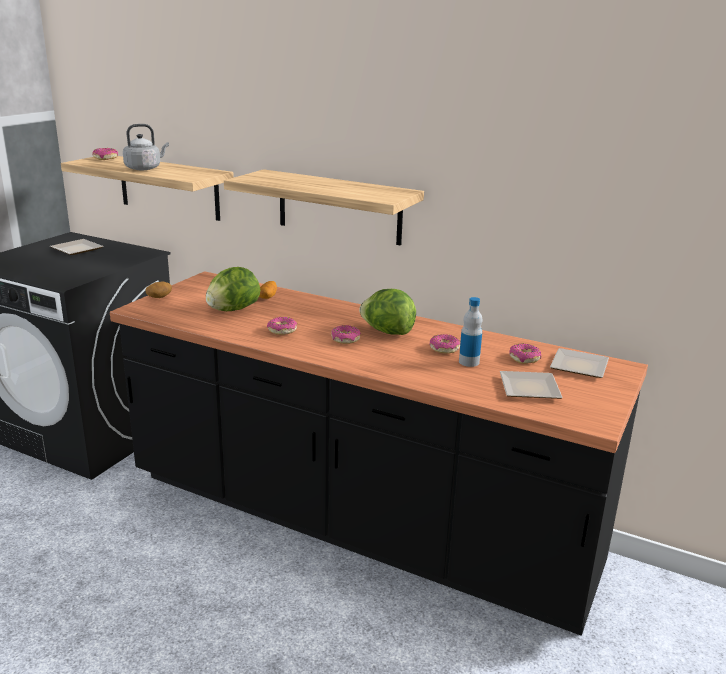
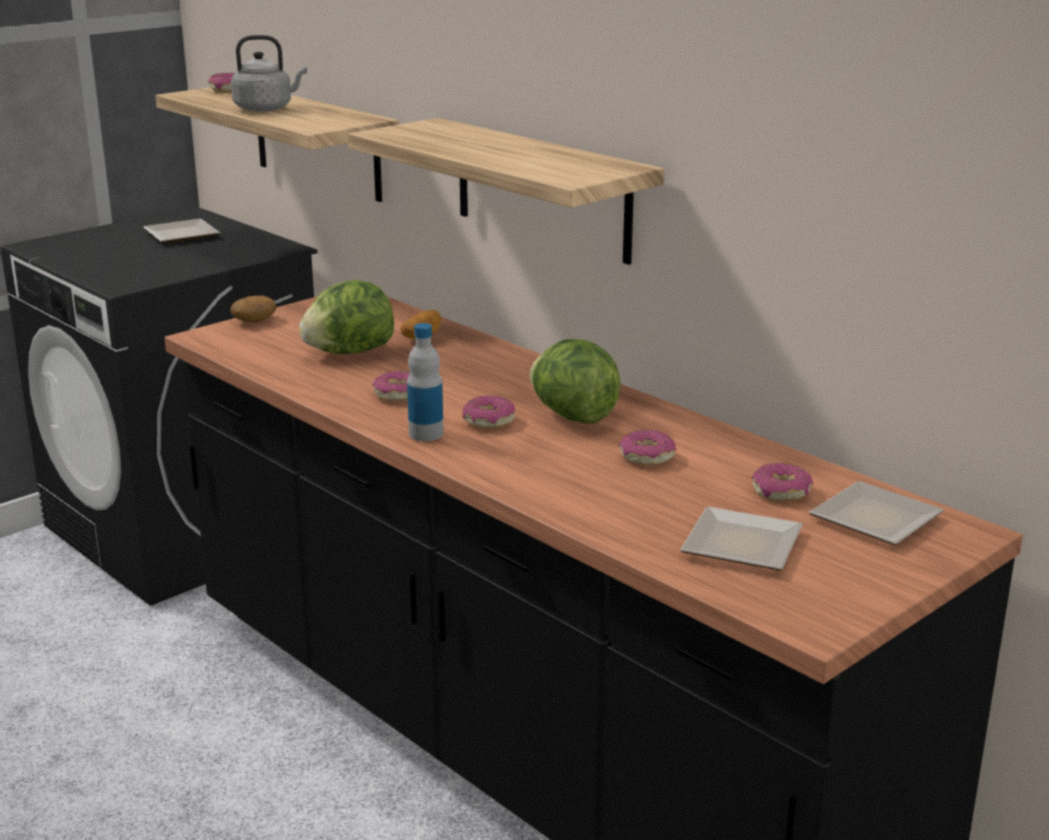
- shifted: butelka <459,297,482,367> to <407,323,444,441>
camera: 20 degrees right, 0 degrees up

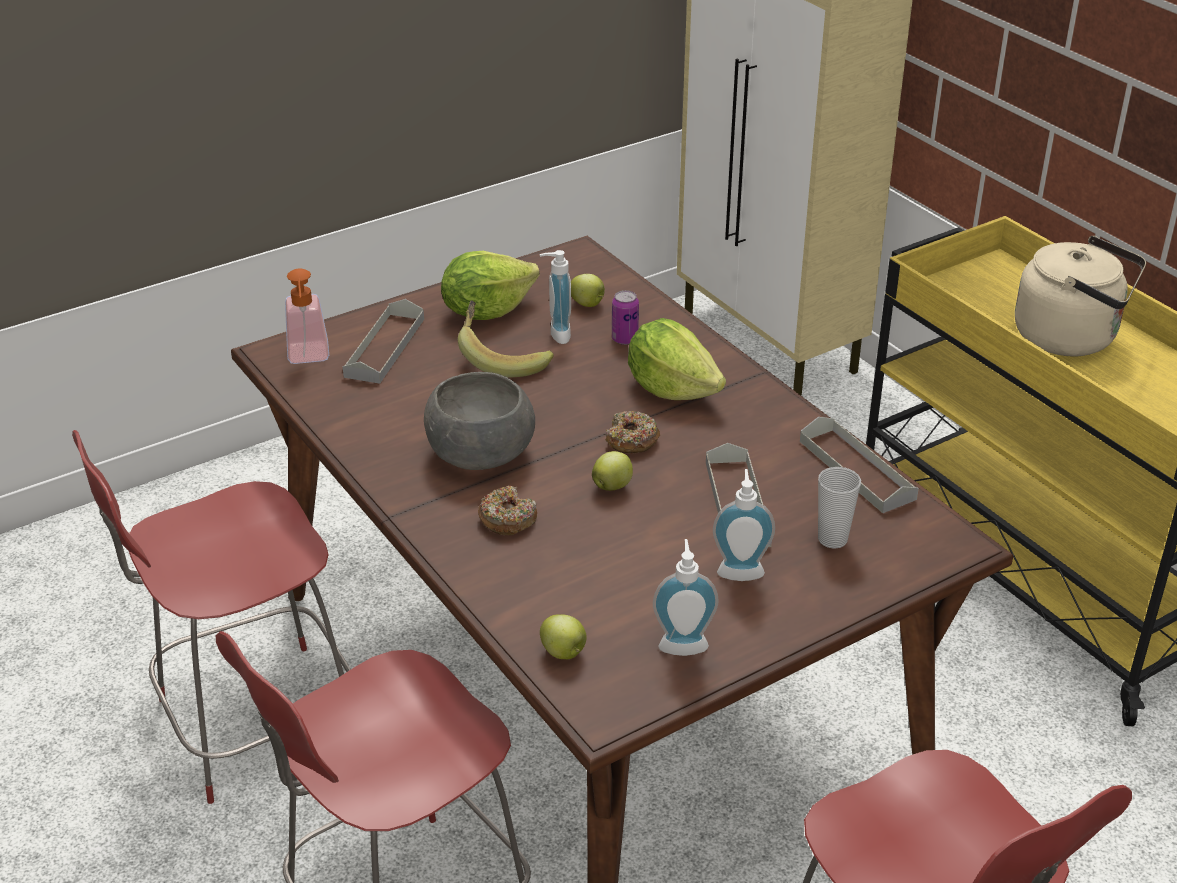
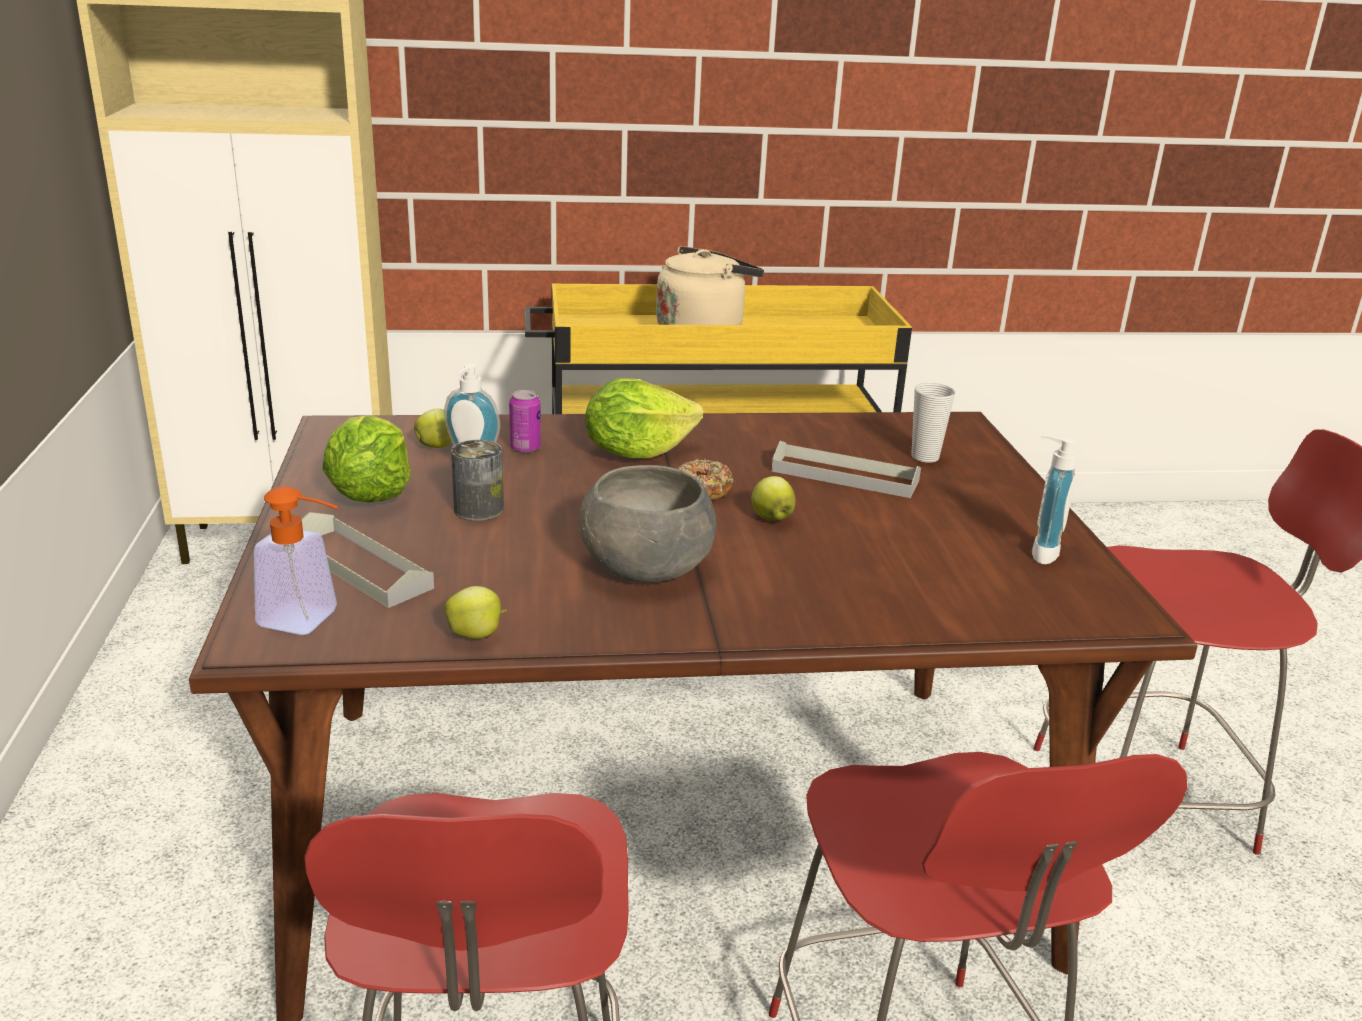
- swapped: banan <458,300,554,378> to puszka <451,440,504,521>
- gone: donut <478,486,537,536>
- shifted: jabłko <540,614,587,659> to <444,586,507,639>
- gone: dozownik mydła <713,469,775,581>
- gone: taca (szary) <800,417,919,513>
camera: 65 degrees left, 10 degrees down

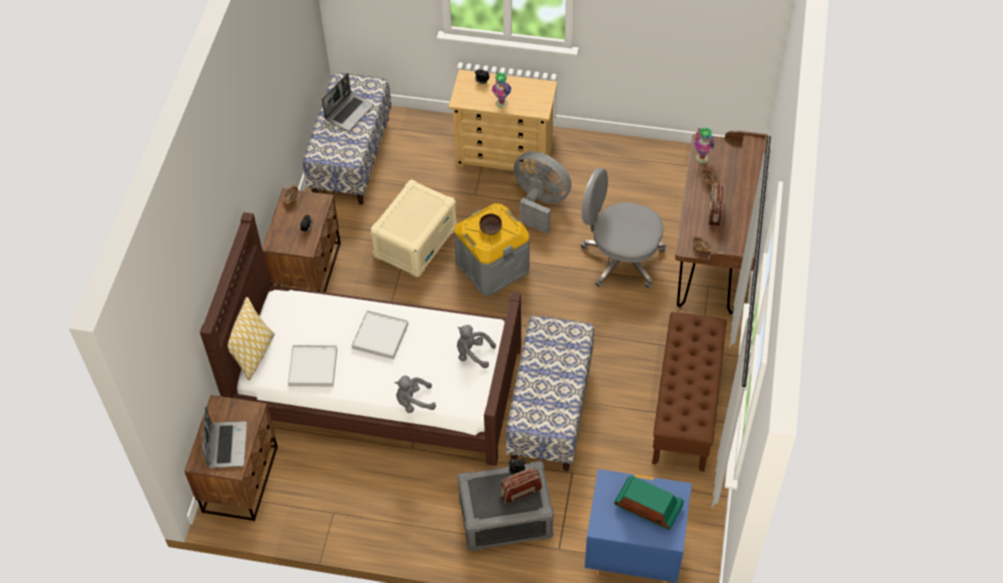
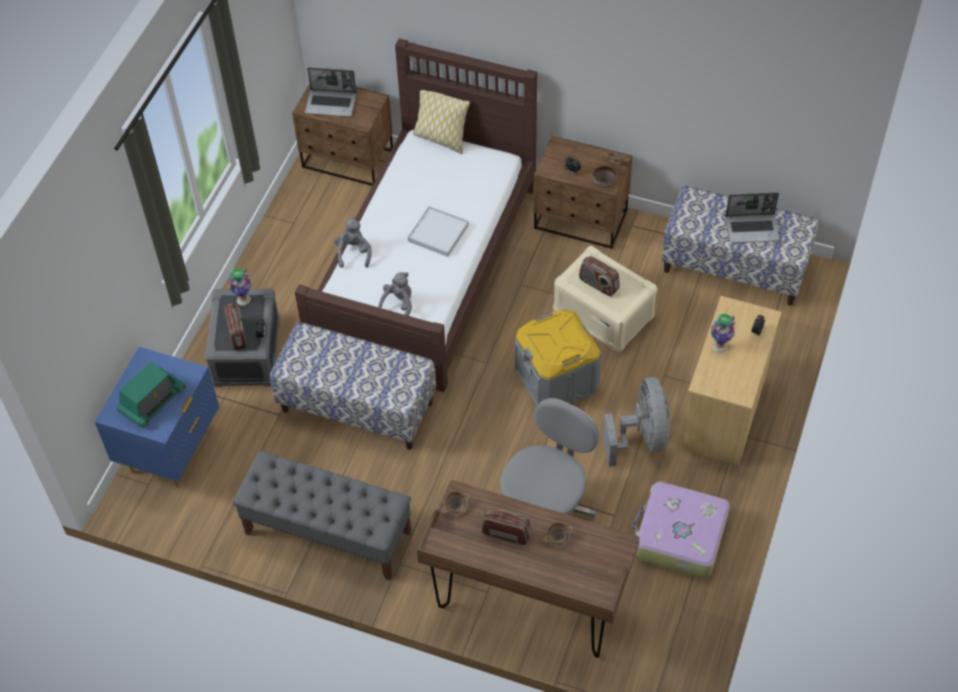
- gone: taca (biały) <288,345,337,387>
- rotated: laptop <322,73,374,131> = <725,193,780,243> 45 degrees counterclockwise
- shifted: miska (brązowy) <480,214,502,235> to <593,166,617,188>
- rotated: wentylator (szary) <514,151,571,234> = <603,377,671,467> 45 degrees counterclockwise
- repainted: ławka (brązowy) <652,312,726,472> to ławka (szary) <233,451,411,580>
- shifted: wazon <694,128,714,163> to <228,268,251,306>
- new: radio <579,256,620,297>
- new: walizka <632,481,730,578>
camera: 100 degrees right, 0 degrees up

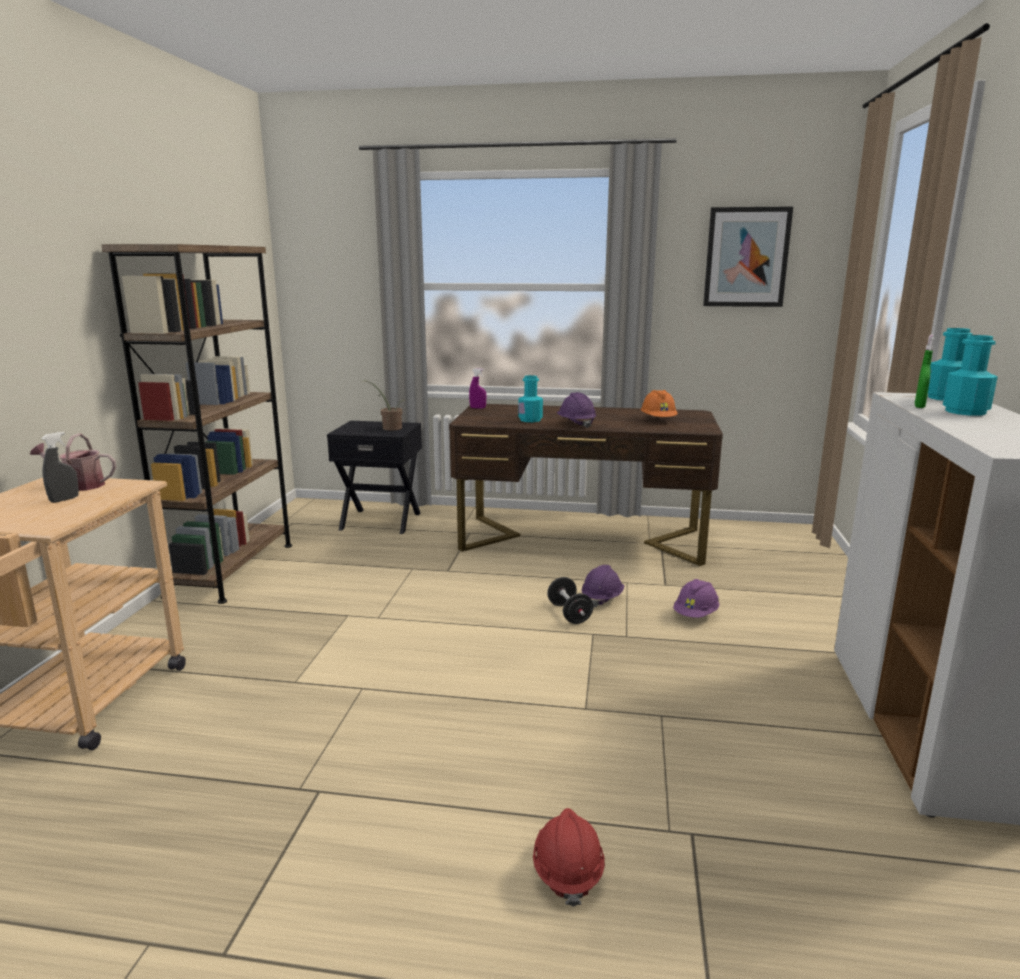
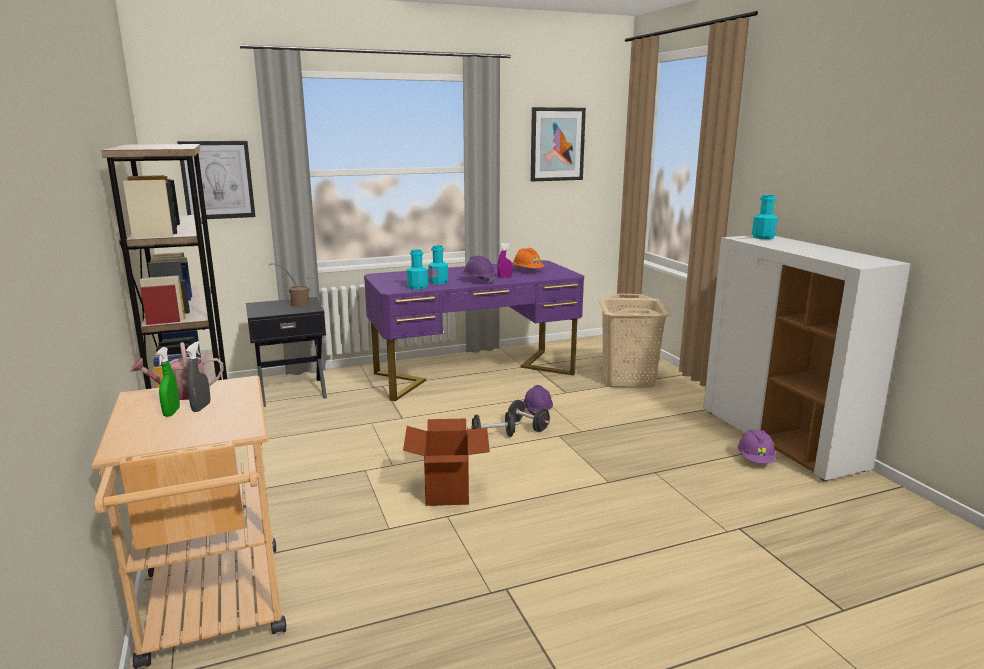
- repainted: biurko (brązowy) <449,404,723,566> to biurko (fioletowy) <364,260,584,401>
- shifted: spryskiwacz (fioletowy) <469,368,486,409> to <497,243,512,278>
- gone: kask (czerwony) <533,808,605,907>
- shifted: kask (fioletowy) <673,579,719,618> to <738,429,776,463>
- shifted: spryskiwacz (zielony) <915,334,934,408> to <156,347,180,417>
- shifted: butelka (turkusowy) <943,335,998,416> to <407,249,428,290>
- new: obraz <177,141,255,219>
- new: karton <403,418,490,506>
- new: hantel (czarny) <467,412,519,437>
- new: kosz na pranie (beżowy) <599,294,671,388>
camera: 30 degrees left, 0 degrees up

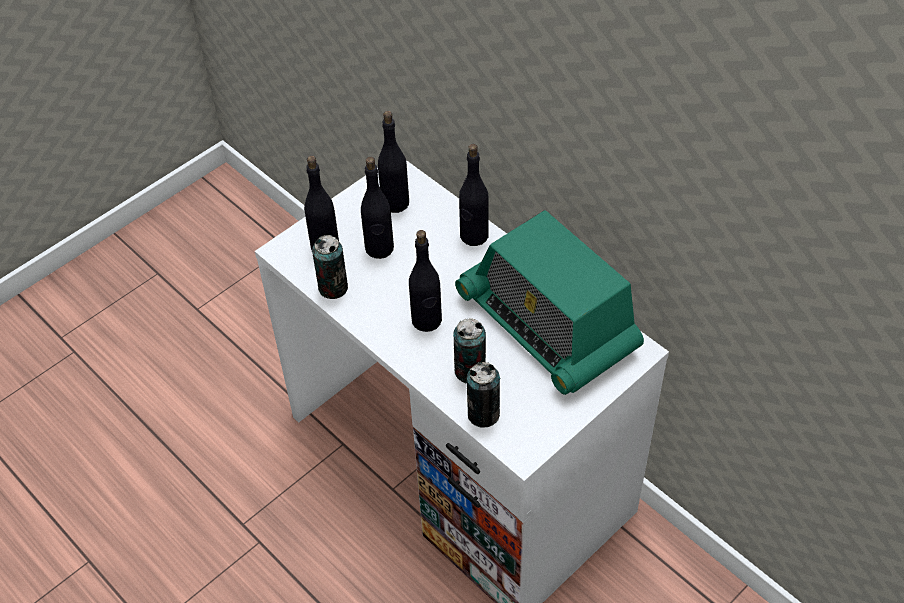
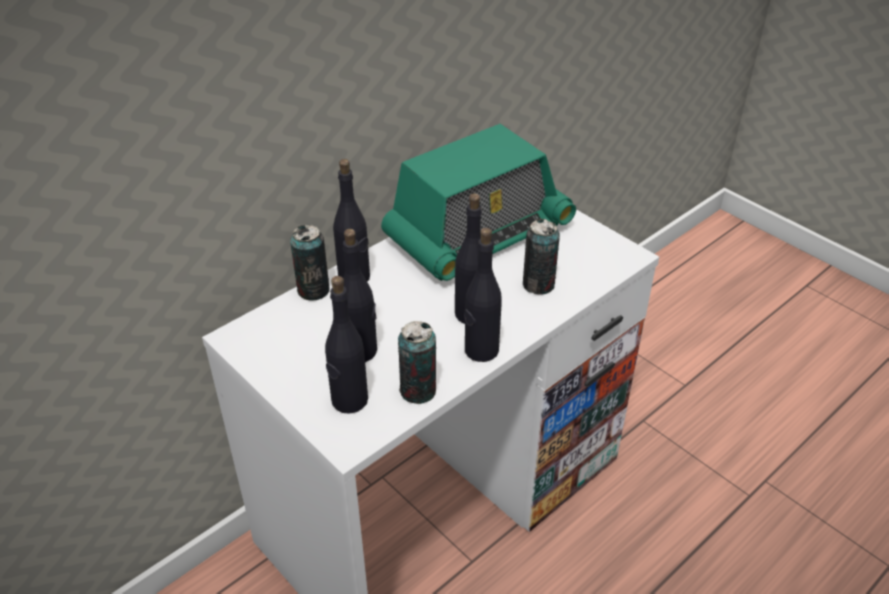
- shifted: butelka (czarny) <378,111,409,213> to <464,228,502,362>
- shifted: puszka <467,362,500,428> to <290,224,330,300>
camera: 90 degrees left, 10 degrees down

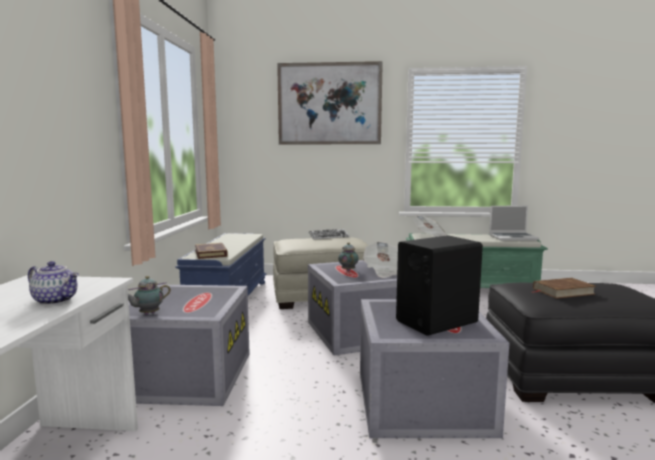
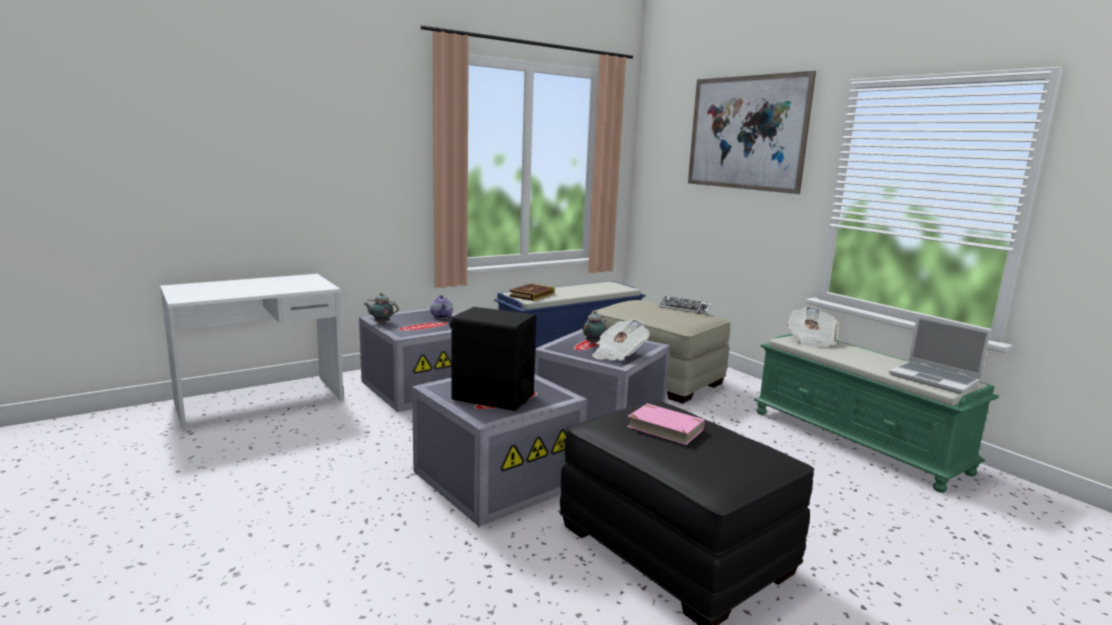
- shifted: imbryk <28,261,79,305> to <430,295,453,319>
- repainted: książka (brązowy) <532,278,596,299> to książka (różowy) <627,404,705,445>
camera: 50 degrees right, 5 degrees up

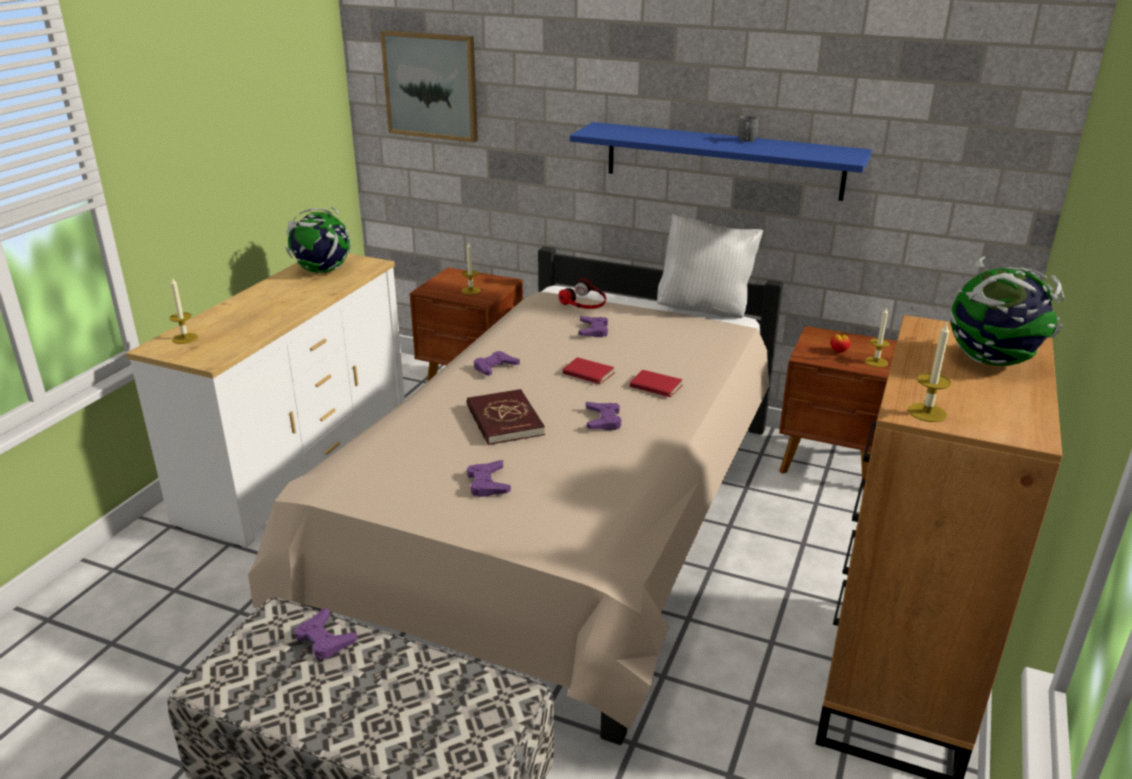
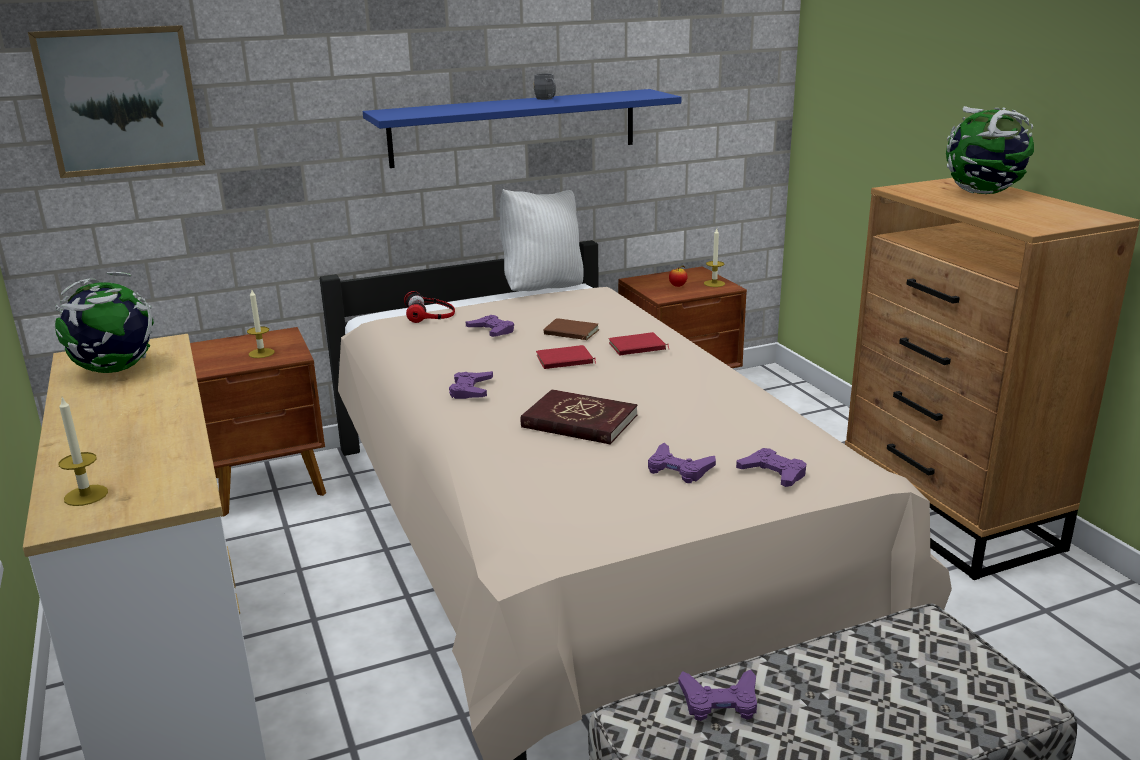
- shifted: pad do gier (fioletowy) <586,402,621,430> to <736,448,806,487>
- gone: świeca <908,323,951,422>
- new: książka (brązowy) <544,318,600,340>
camera: 45 degrees left, 5 degrees down

